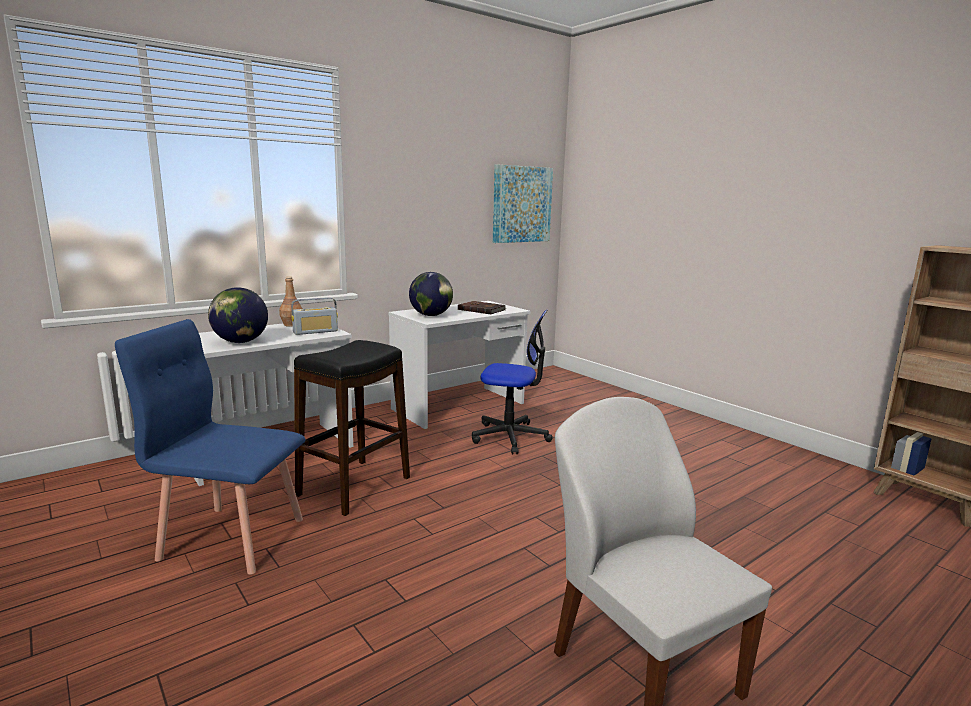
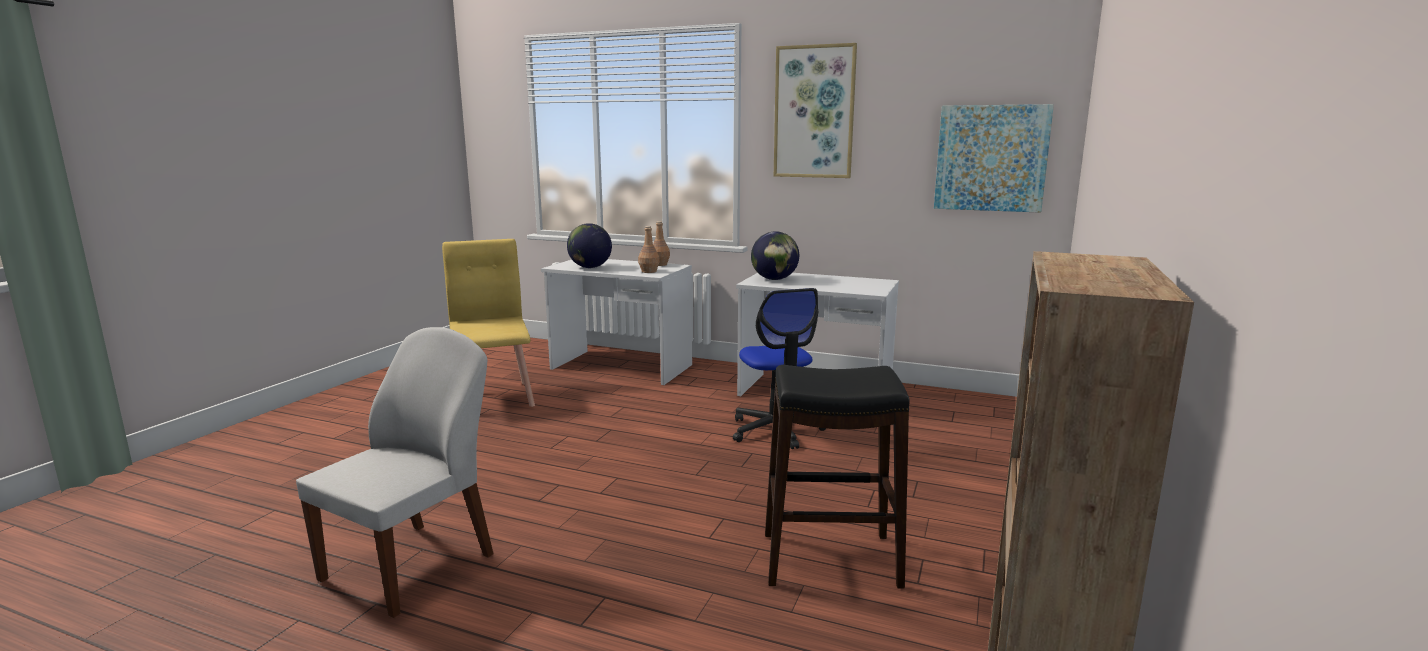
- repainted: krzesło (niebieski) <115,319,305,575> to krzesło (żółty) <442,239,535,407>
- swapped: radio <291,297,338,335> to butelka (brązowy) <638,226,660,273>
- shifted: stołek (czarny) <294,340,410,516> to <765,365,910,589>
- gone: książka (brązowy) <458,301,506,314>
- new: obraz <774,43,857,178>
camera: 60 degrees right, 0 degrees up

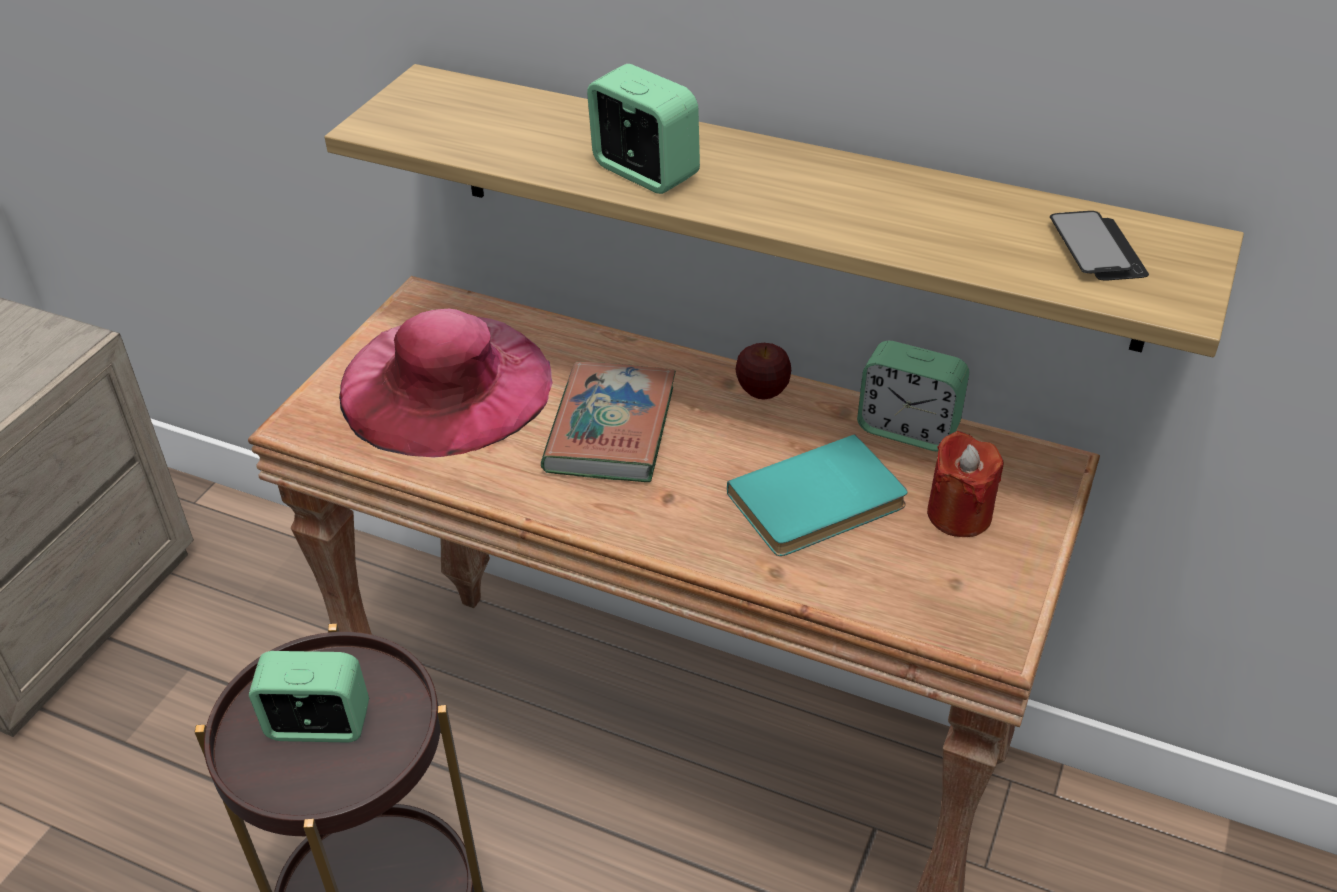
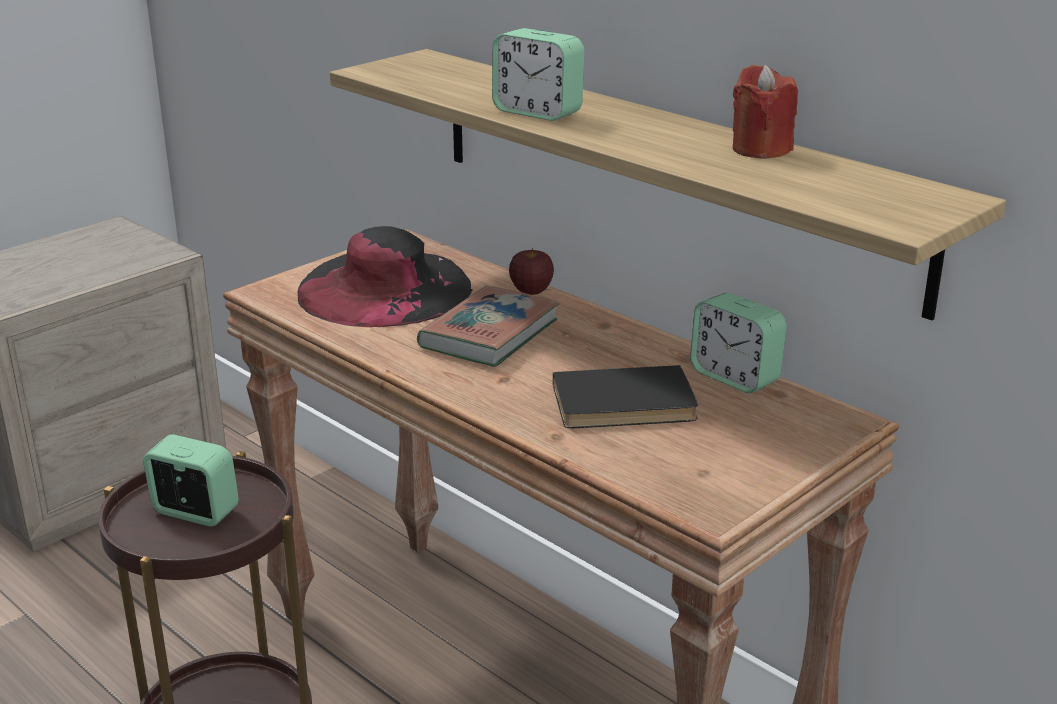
- repainted: kapelusz (różowy) <339,309,552,458> to kapelusz (czarny) <298,226,472,327>
- rotated: budzik <587,64,700,194> = <492,28,584,121> 150 degrees clockwise
- repainted: książka (turkusowy) <727,434,908,556> to książka (czarny) <553,365,698,428>
- shifted: jabłko <735,343,791,399> to <509,248,554,295>
- shifted: świeca (czerwony) <927,431,1004,537> to <733,65,798,159>
- gone: telefon <1050,211,1149,281>
camera: 20 degrees right, 15 degrees down

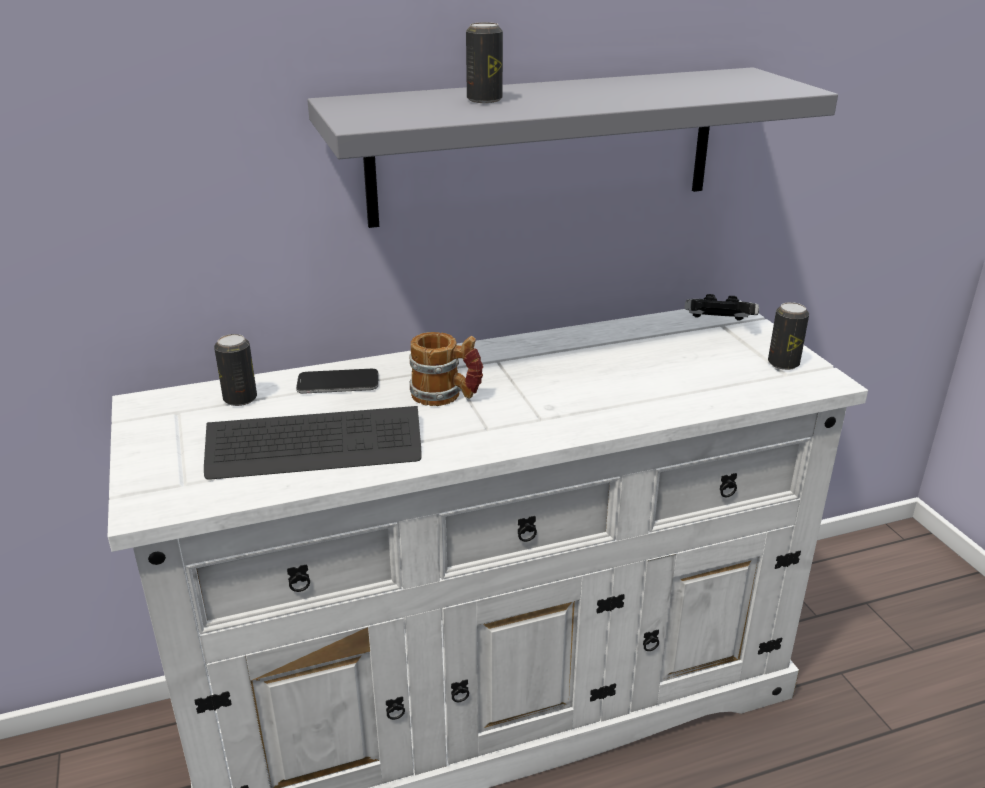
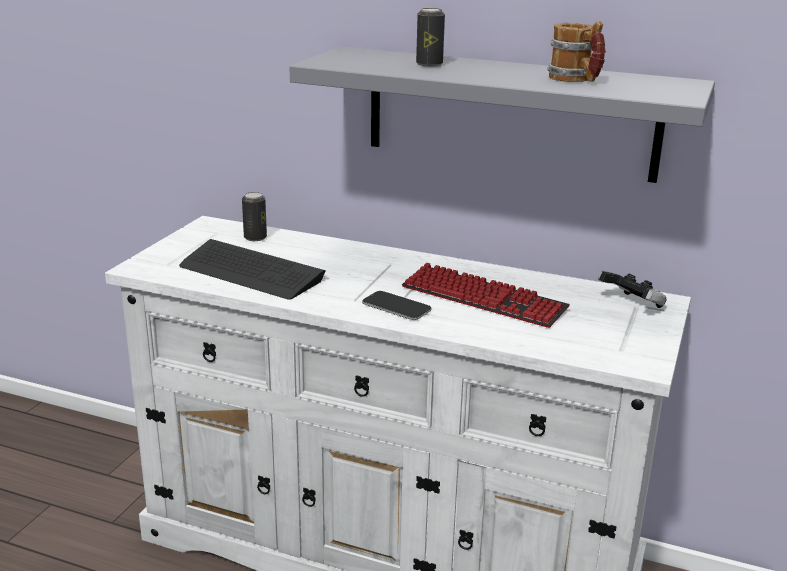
- shifted: telefon <296,369,379,394> to <362,291,432,320>
- shifted: kubek <409,332,483,406> to <547,21,606,82>
- gone: puszka <768,302,809,370>
- new: klawiatura <402,263,570,328>
camera: 40 degrees right, 5 degrees down

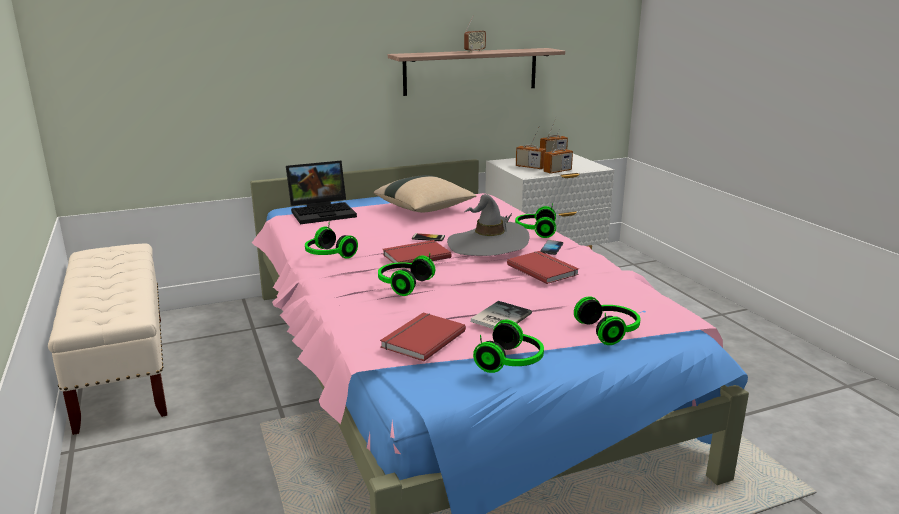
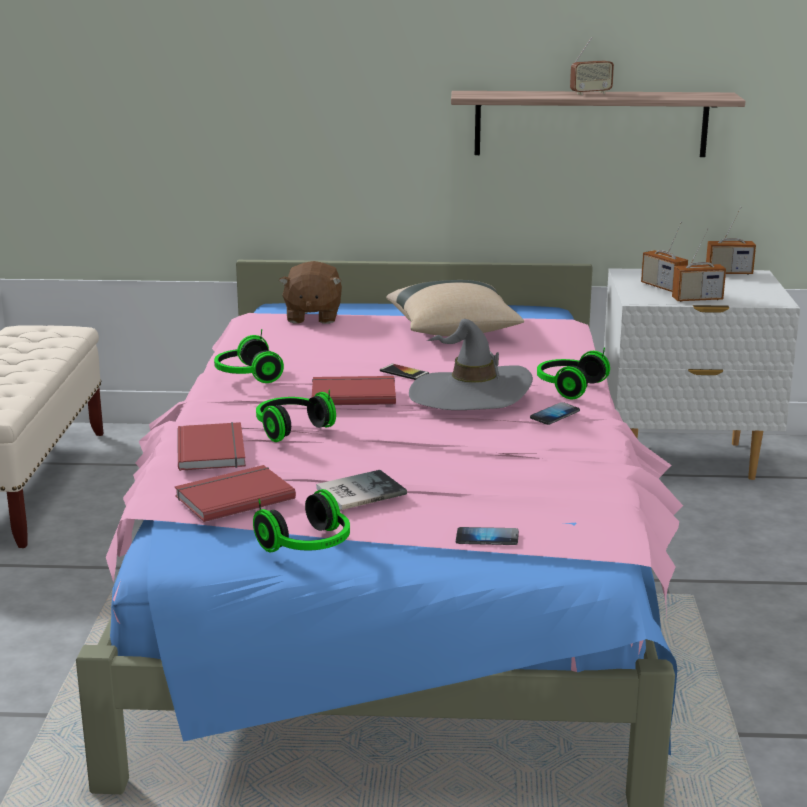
- swapped: laptop <286,161,357,224> to pluszak (brązowy) <279,261,342,324>
- shifted: książka (czerwony) <507,251,579,284> to <177,422,246,471>
- swapped: słuchawki <574,296,641,345> to telefon <456,527,519,545>
camera: 25 degrees right, 0 degrees up

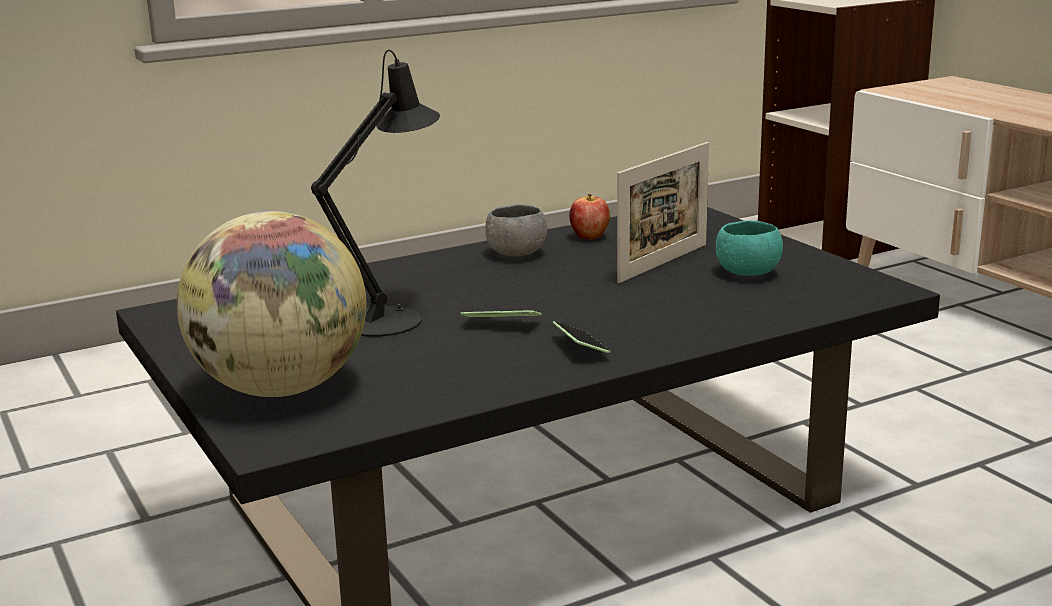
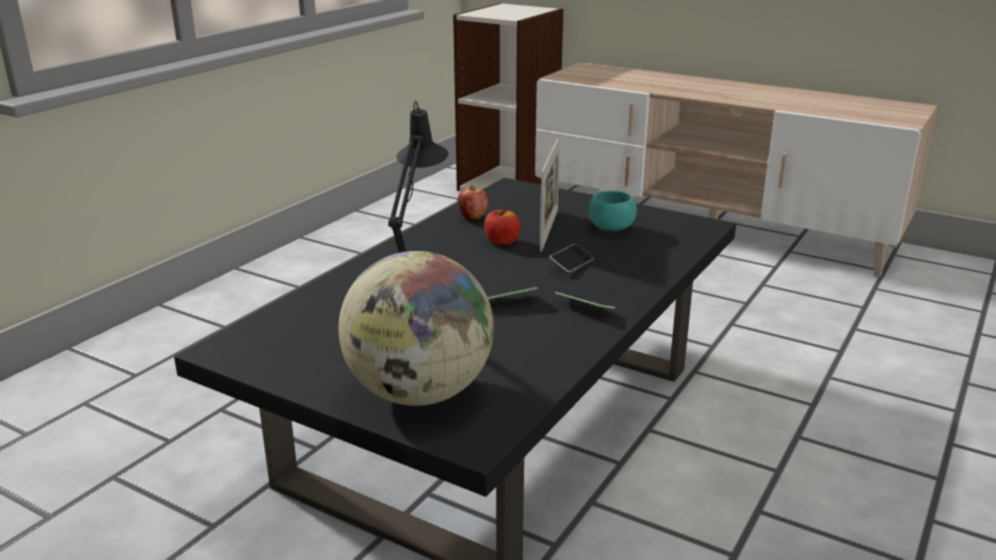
- gone: miska (szary) <485,204,547,256>
- new: jabłko <484,208,520,245>
- new: telefon <550,244,594,272>
camera: 30 degrees left, 5 degrees up

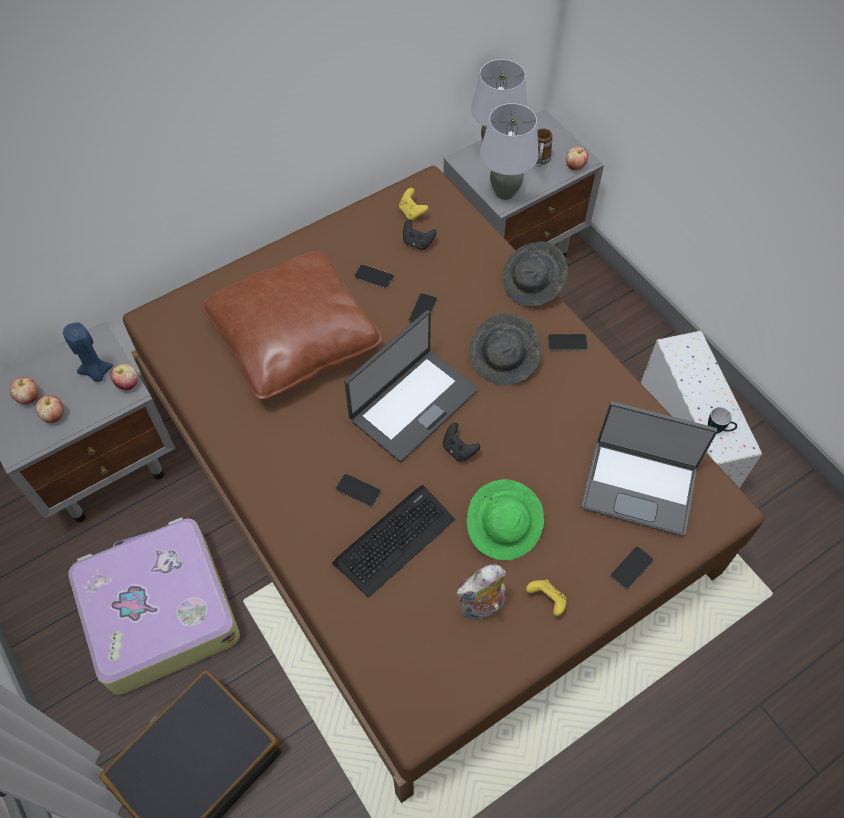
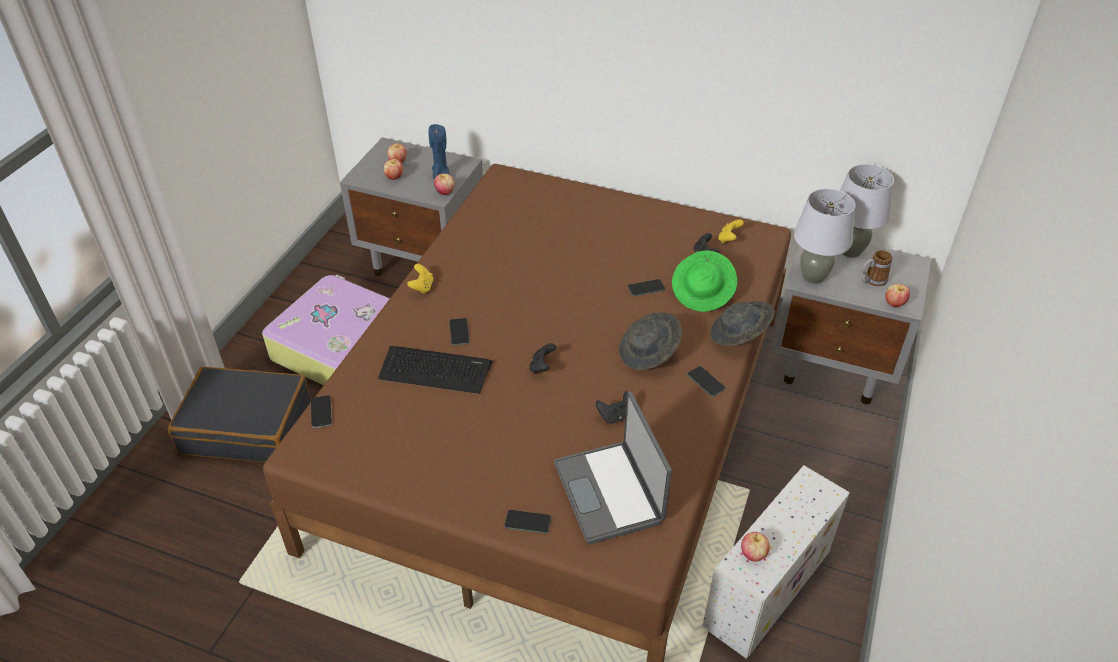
- gone: poduszka (brązowy) <202,251,382,399>
- gone: laptop <344,310,478,462>
- shifted: telefon <355,265,394,288> to <311,396,332,428>
- gone: pluszak <456,564,506,620>
- shifted: kapelusz (zielony) <467,479,544,560> to <672,251,737,312>
- shifted: pad do gier (żółty) <526,579,567,616> to <407,264,434,294>
- swapped: kubek <708,407,737,434> to jabłko <741,532,770,562>
- new: pad do gier (czarny) <596,391,628,424>
camera: 55 degrees right, 15 degrees down

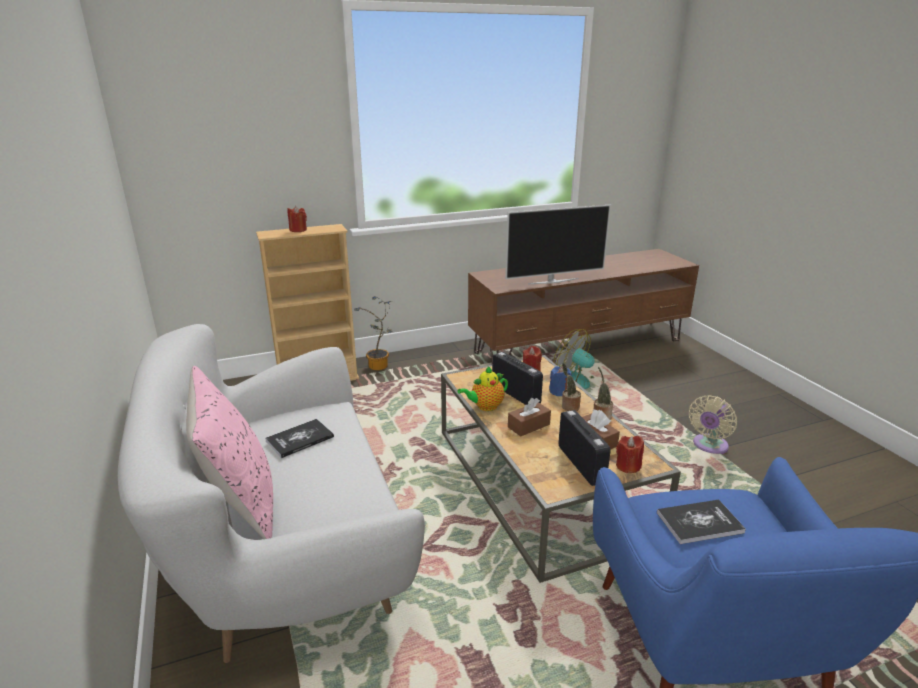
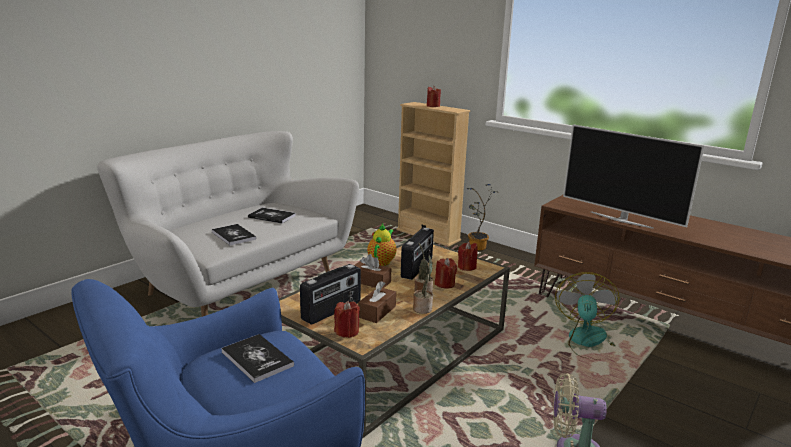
- gone: poduszka (różowy) <186,366,273,539>
- rotated: imbryk <458,366,508,411> = <367,224,397,266> 75 degrees clockwise
- repainted: świeca (niebieski) <549,366,572,396> to świeca (czerwony) <435,258,457,289>
- new: książka <212,224,256,246>
camera: 60 degrees right, 5 degrees down

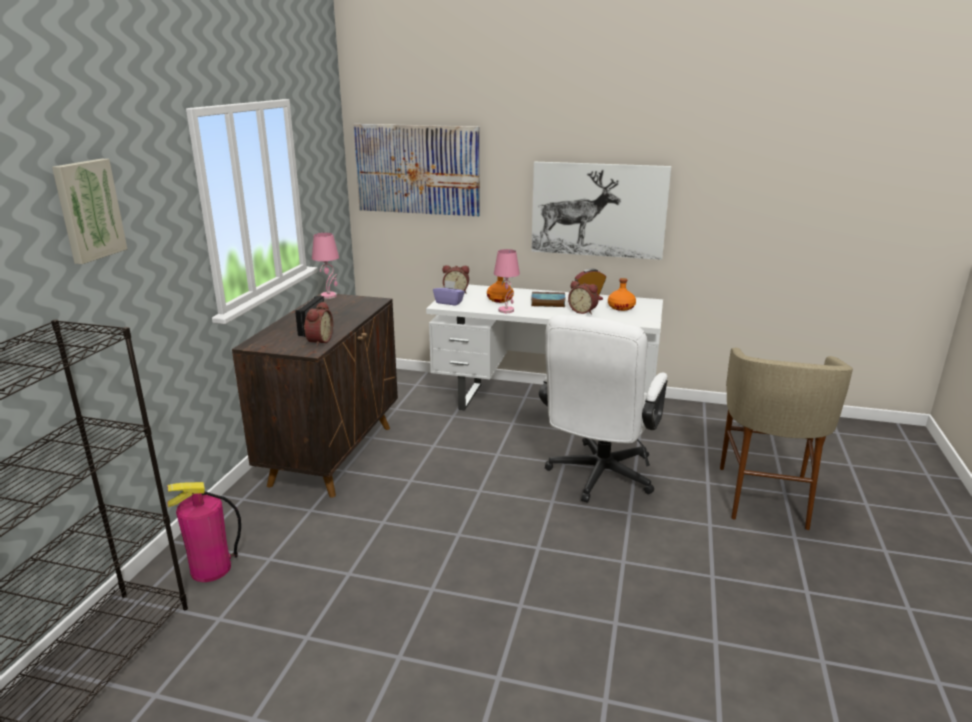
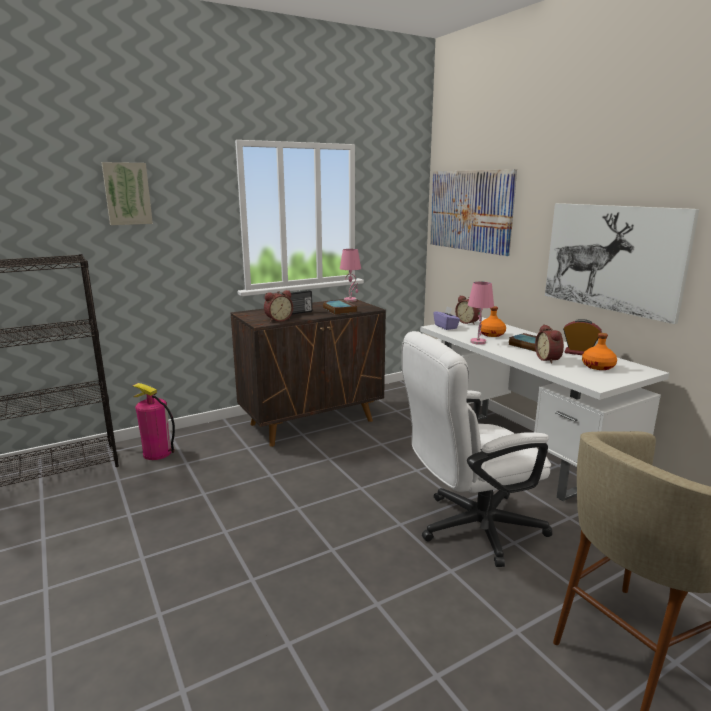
- new: książka <323,300,357,315>
camera: 45 degrees right, 5 degrees down

